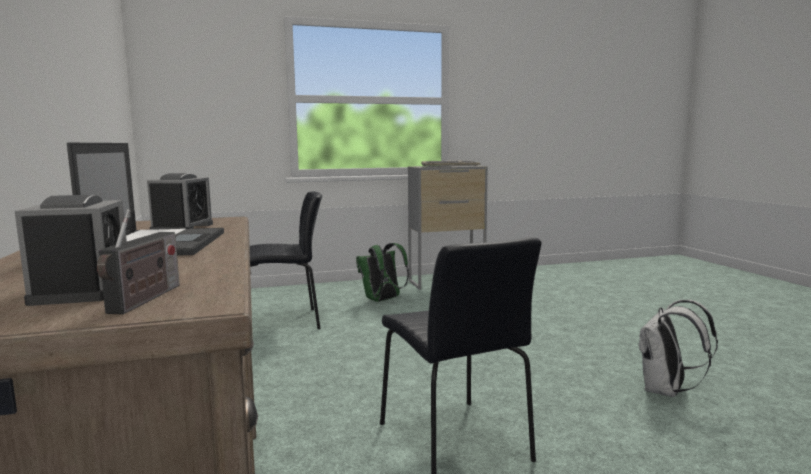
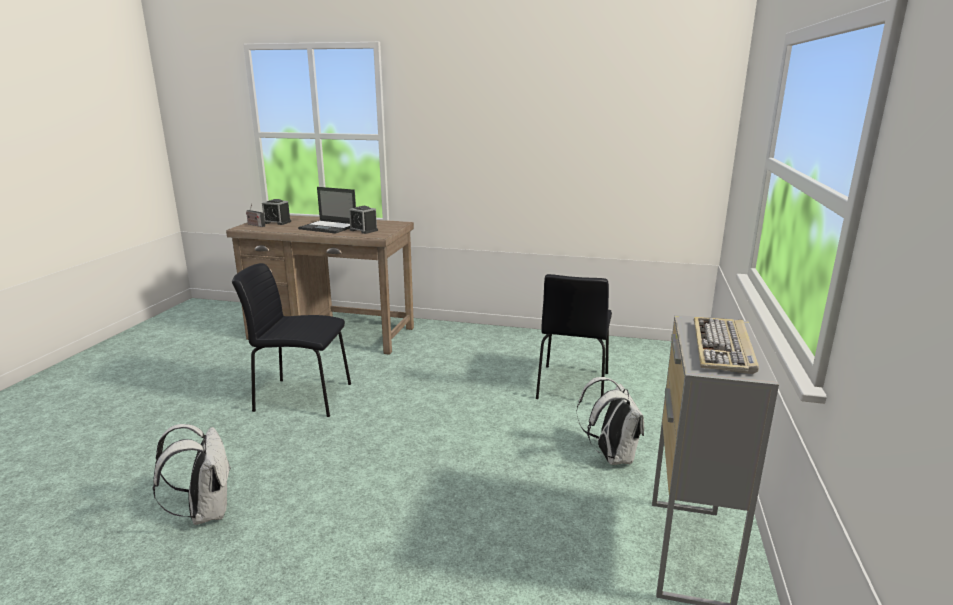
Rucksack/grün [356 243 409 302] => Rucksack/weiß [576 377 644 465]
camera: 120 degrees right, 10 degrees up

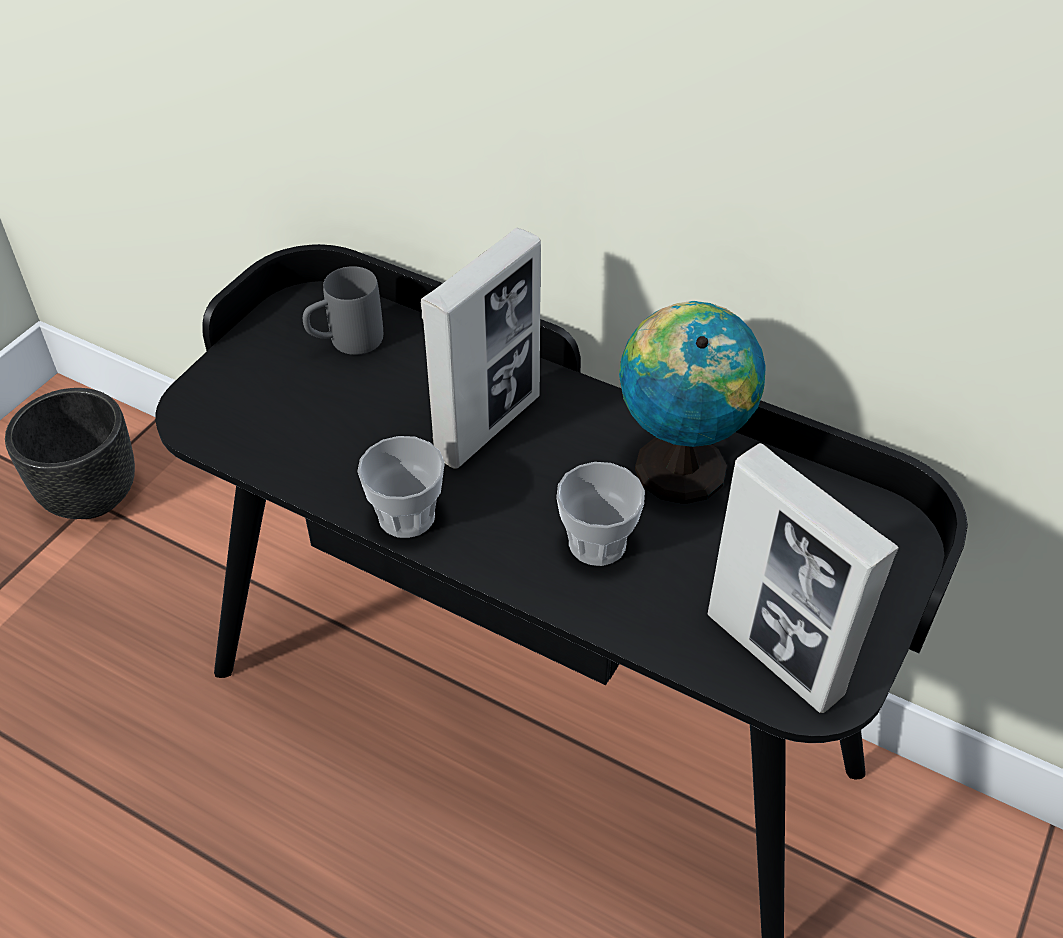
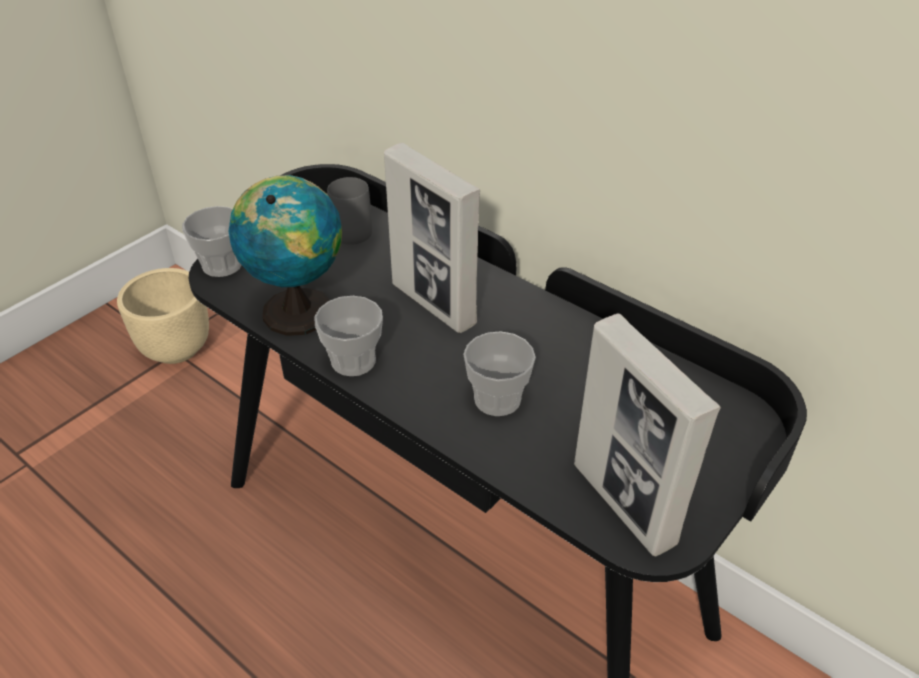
Pflanzkübel/schwarz [5 388 135 519] => Pflanzkübel/beige [117 268 209 364]
nothing => Tasse [182 206 242 277]
Globus [619 301 766 504] => Globus [229 175 342 336], moved
Bilderrahmen [421 227 541 469] => Bilderrahmen [384 143 480 333], 90 degrees clockwise
camera: 10 degrees right, 5 degrees down

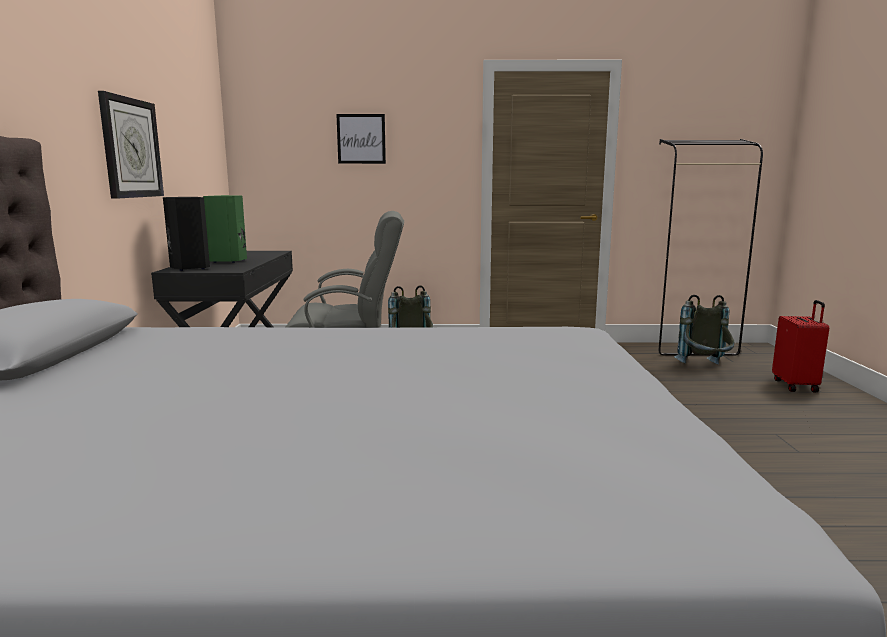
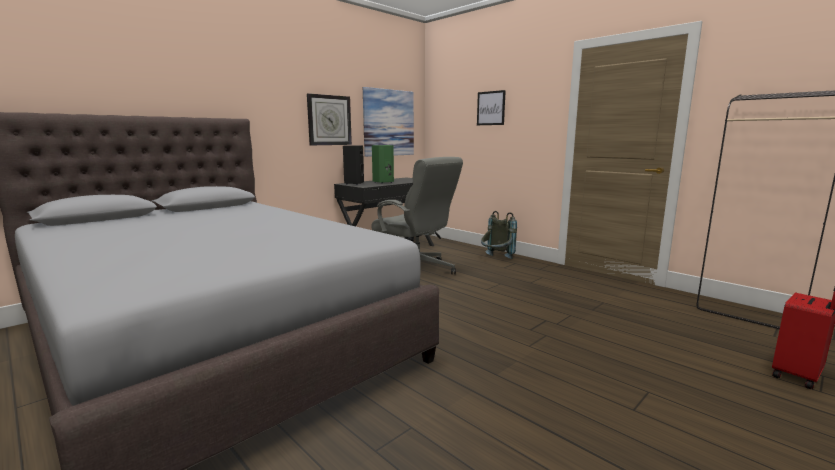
nothing => Bild [363 87 414 157]
Rucksack/grau [674 295 734 365] => nothing
camera: 45 degrees right, 0 degrees up

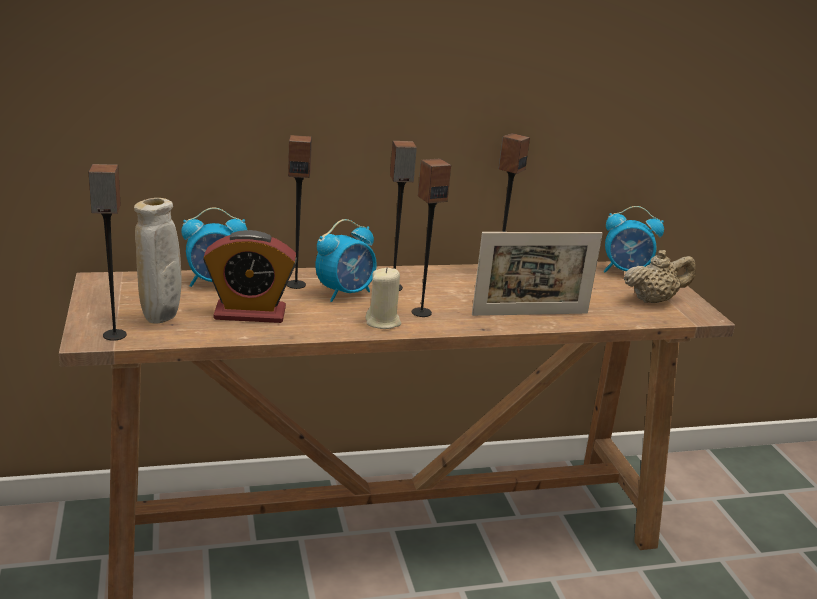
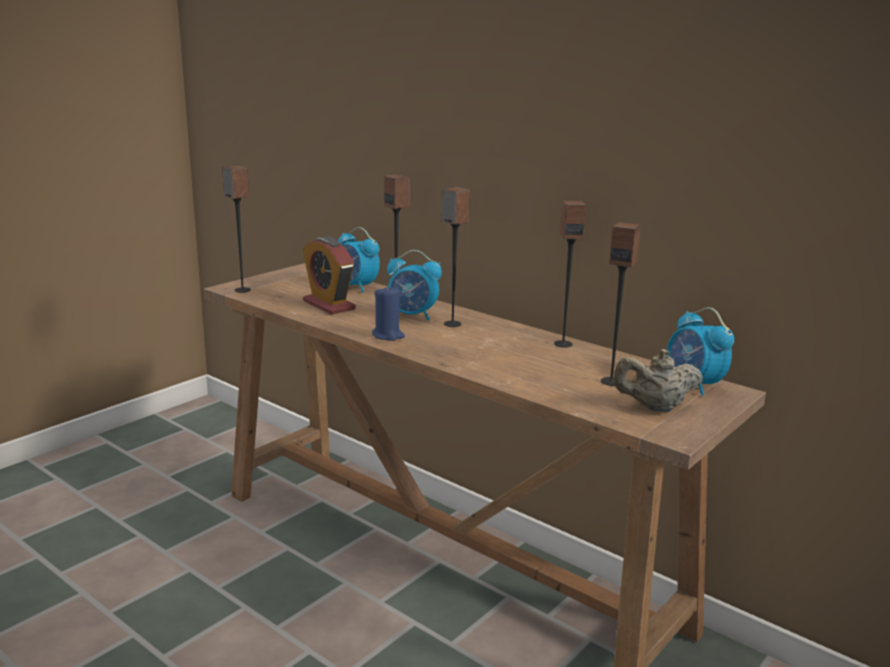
Kerze/beige [365 267 401 329] => Kerze/blau [372 285 405 341]
Lautsprecher [412 159 451 317] => Lautsprecher [601 222 641 386], moved
Teekanne/beige [624 250 696 303] => Teekanne/beige [613 349 703 412], 135 degrees clockwise
Vase/beige [134 198 182 323] => nothing
Bilderrahmen [472 232 603 316] => nothing
camera: 55 degrees right, 5 degrees down

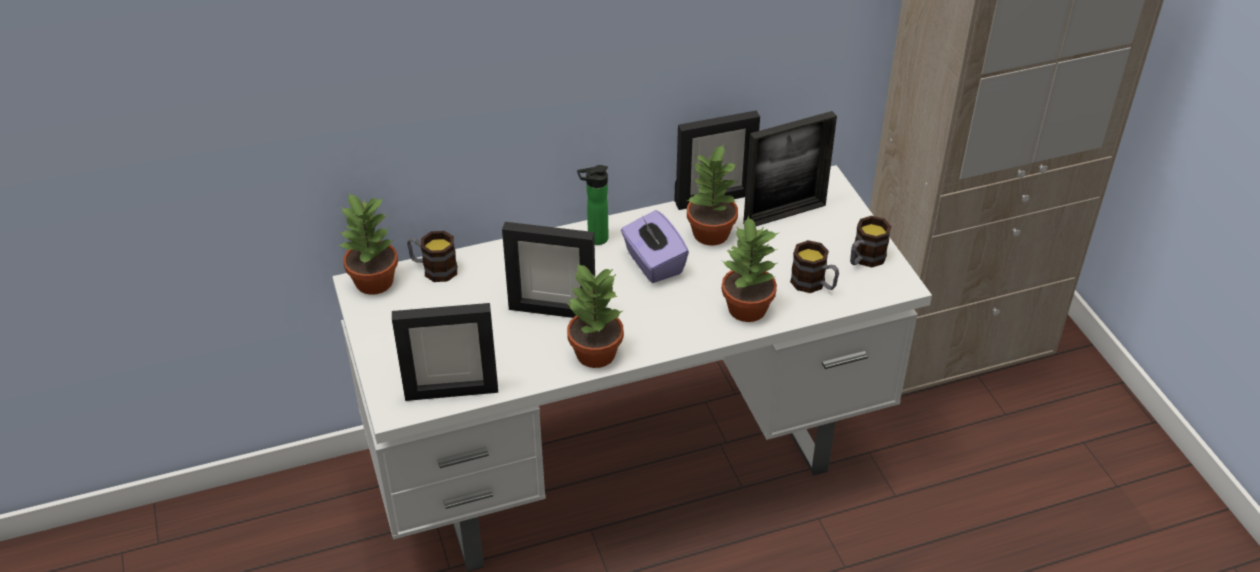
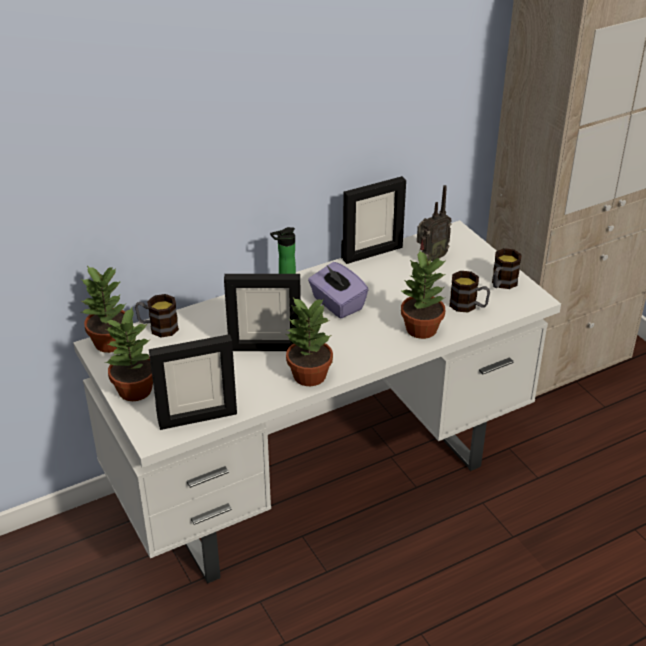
Topfpflanze [687 144 738 245] => Topfpflanze [105 308 153 401], moved
Bilderrahmen [743 111 837 226] => Radio [417 185 452 261]
camera: 10 degrees left, 5 degrees down

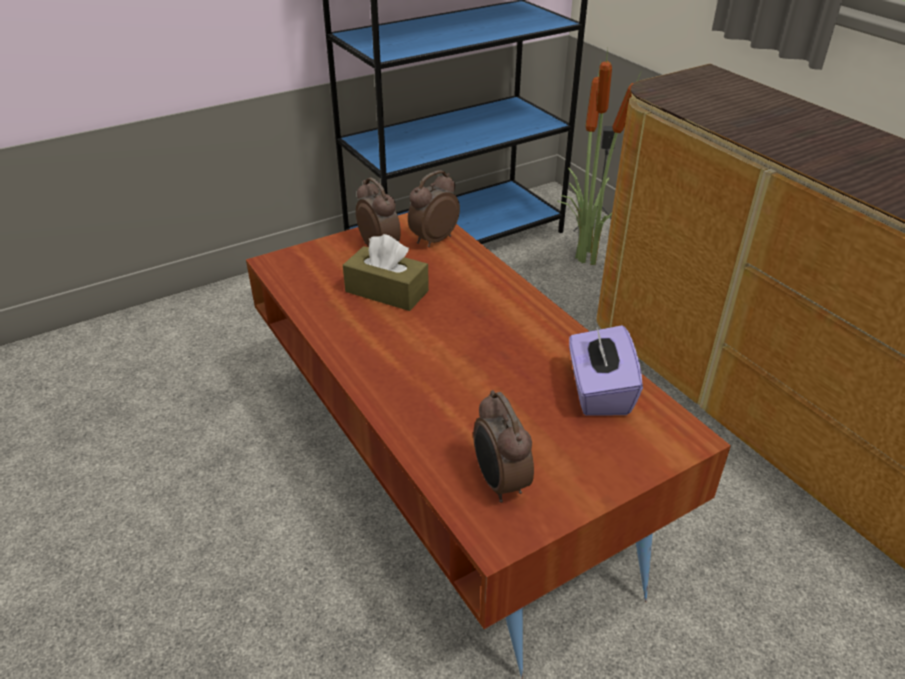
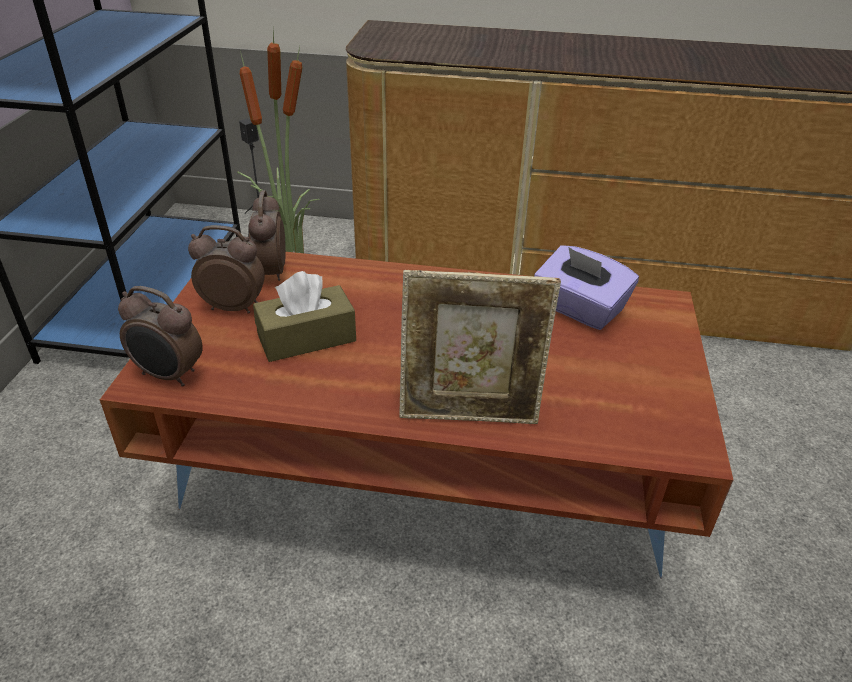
Wecker [473 390 534 503] => Wecker [118 286 203 387], moved
nothing => Bilderrahmen [400 270 561 424]
camera: 50 degrees left, 0 degrees up

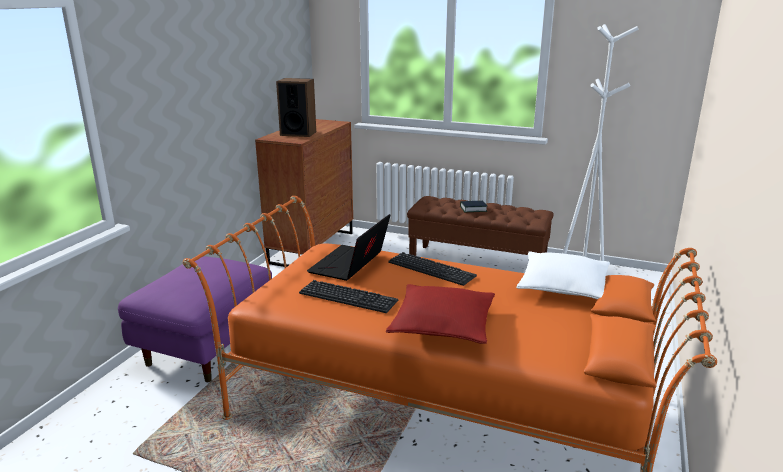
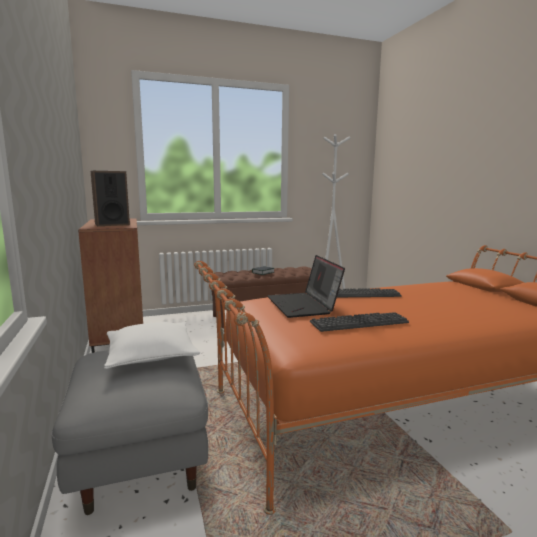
Polsterhocker/lila [118 256 272 382] => Polsterhocker/grau [52 350 208 515]
Kissen/weiß [516 252 610 300] => Kissen/weiß [104 322 200 369], moved
Kissen/rot [386 284 495 344] => nothing
camera: 40 degrees left, 10 degrees down

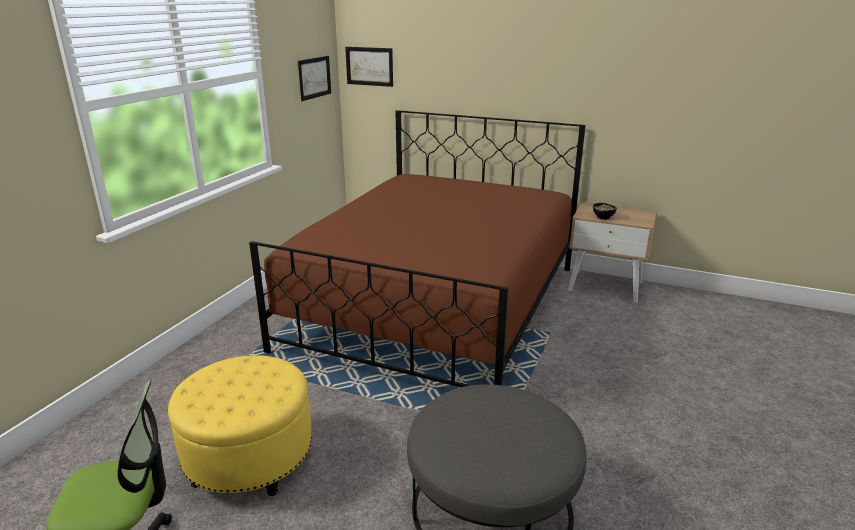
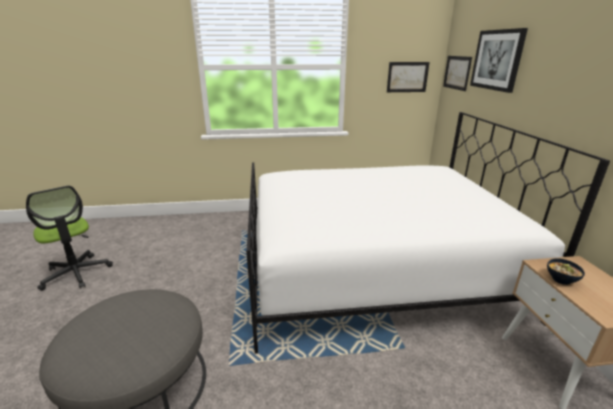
Bett/braun [249 110 586 387] => Bett/weiß [246 112 610 354]
nothing => Bild [470 28 528 93]
Polsterhocker/gelb [168 355 312 496] => nothing
camera: 60 degrees right, 0 degrees up

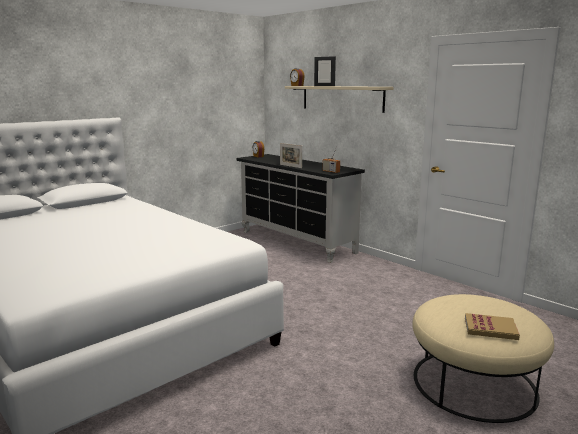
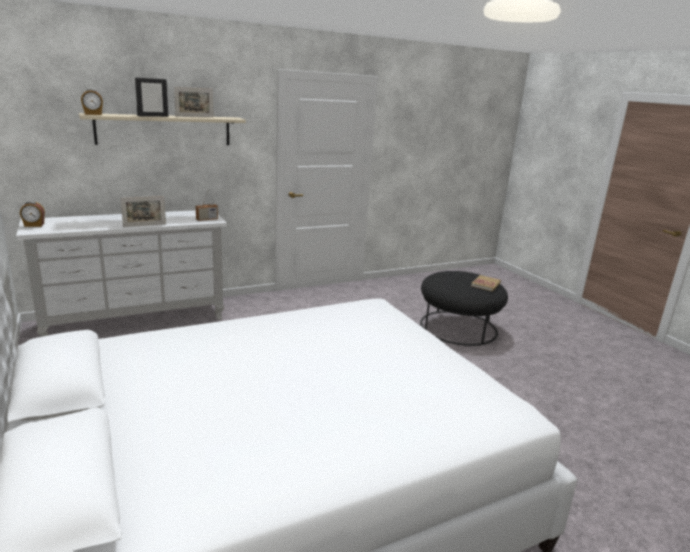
Kommode/schwarz [236 154 365 263] => Kommode/weiß [16 210 227 337]
nothing => Bilderrahmen [174 87 213 117]
Polsterhocker/beige [412 294 554 423] => Polsterhocker/schwarz [420 271 508 346]
camera: 75 degrees left, 5 degrees up

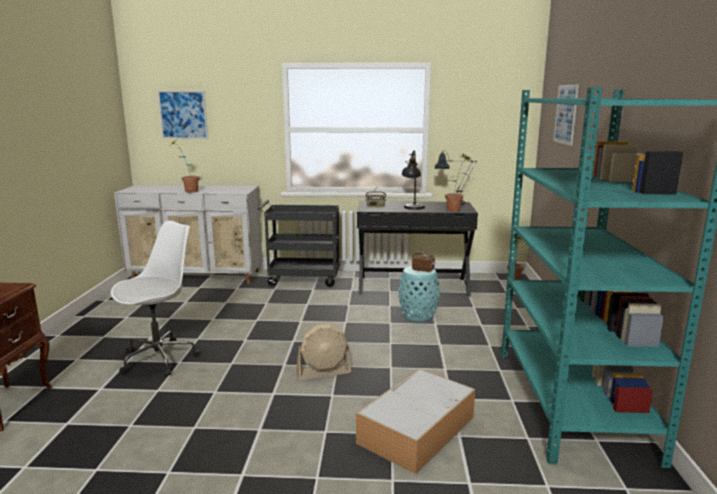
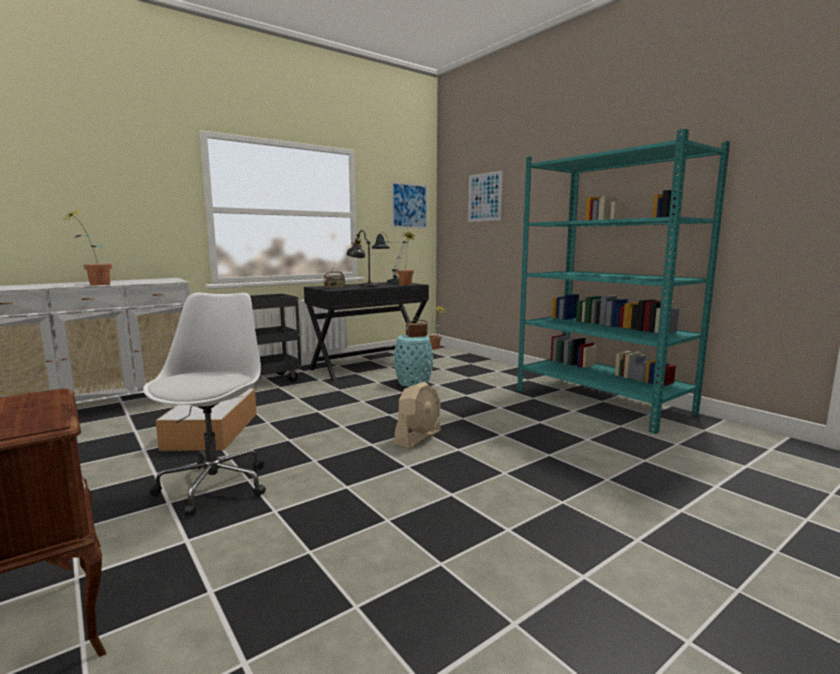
Aufbewahrungsbox [356 368 475 474] => Aufbewahrungsbox [156 389 257 451], moved
Bild [158 91 208 139] => Bild [392 182 427 228], moved
camera: 40 degrees left, 5 degrees down

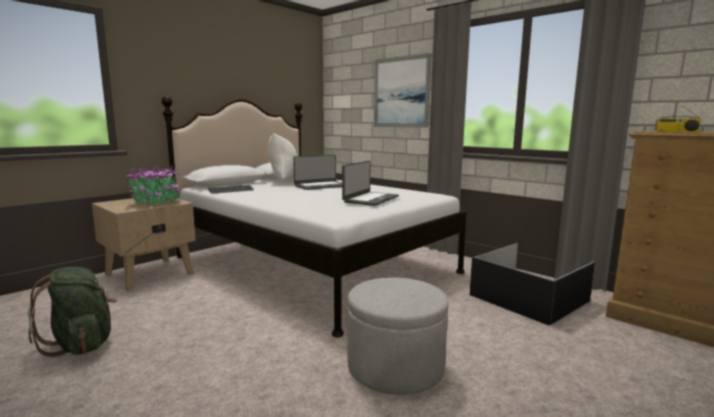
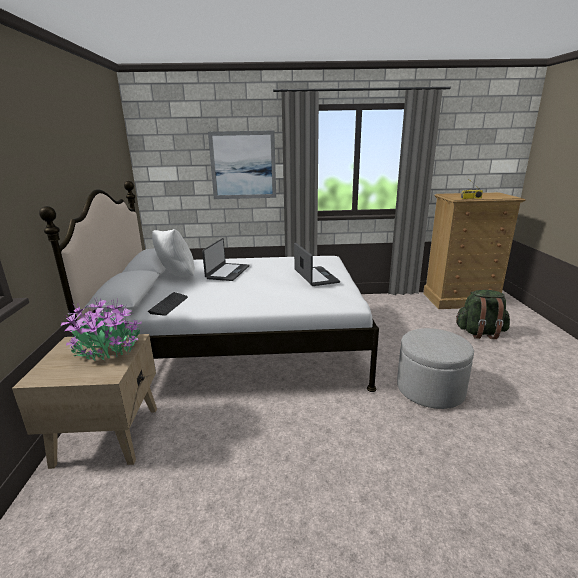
Rucksack/grün [28 267 117 357] => Rucksack/grün [456 290 510 339], moved
Aufbewahrungsbox/schwarz [470 243 595 326] => nothing
camera: 45 degrees left, 10 degrees up

